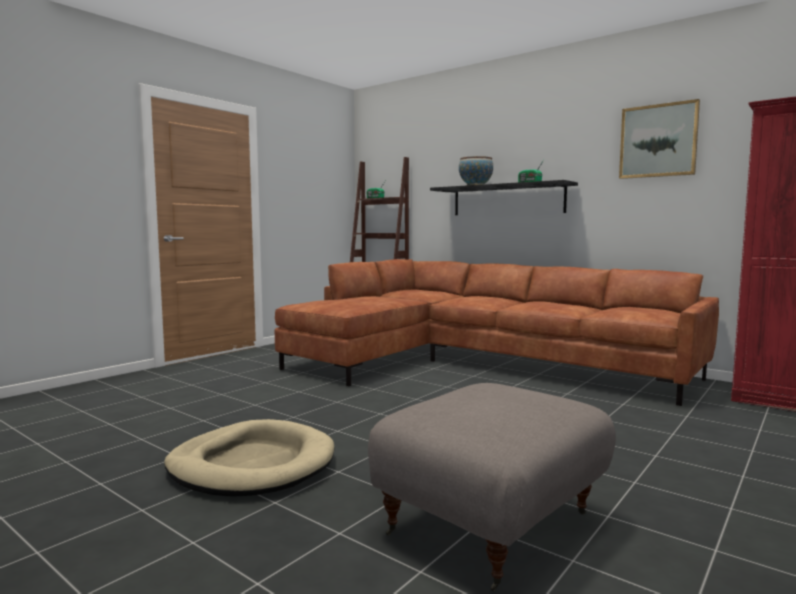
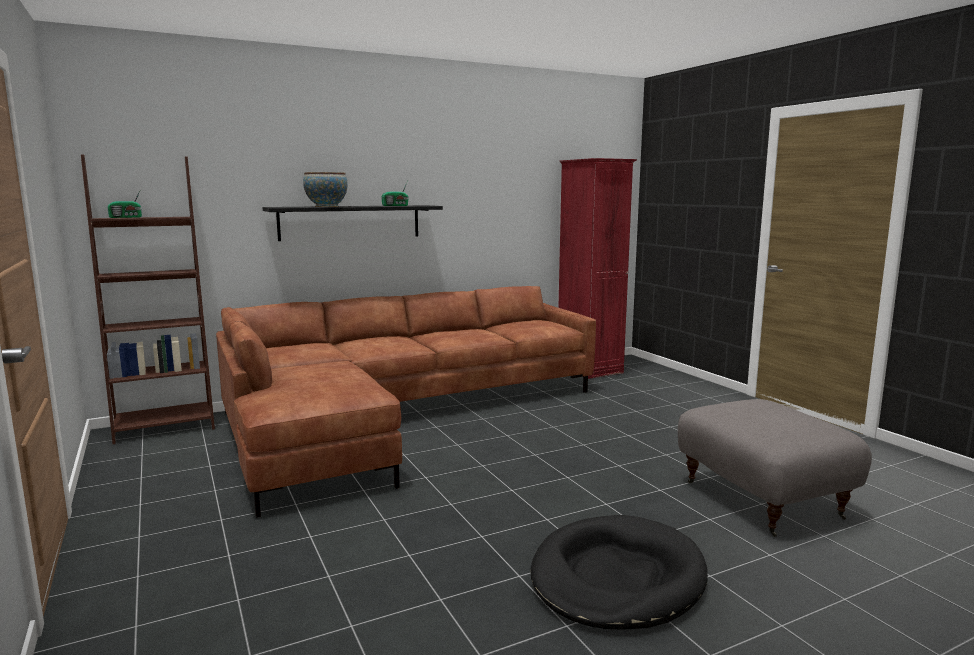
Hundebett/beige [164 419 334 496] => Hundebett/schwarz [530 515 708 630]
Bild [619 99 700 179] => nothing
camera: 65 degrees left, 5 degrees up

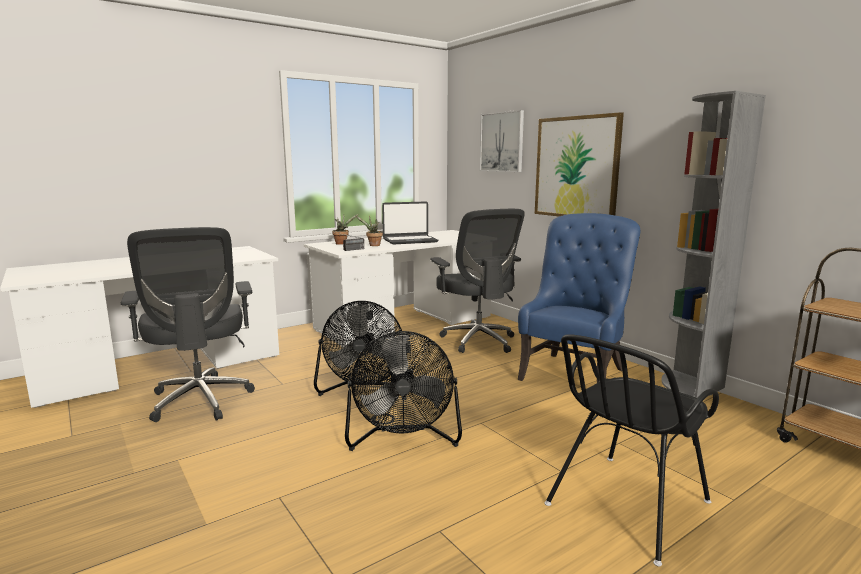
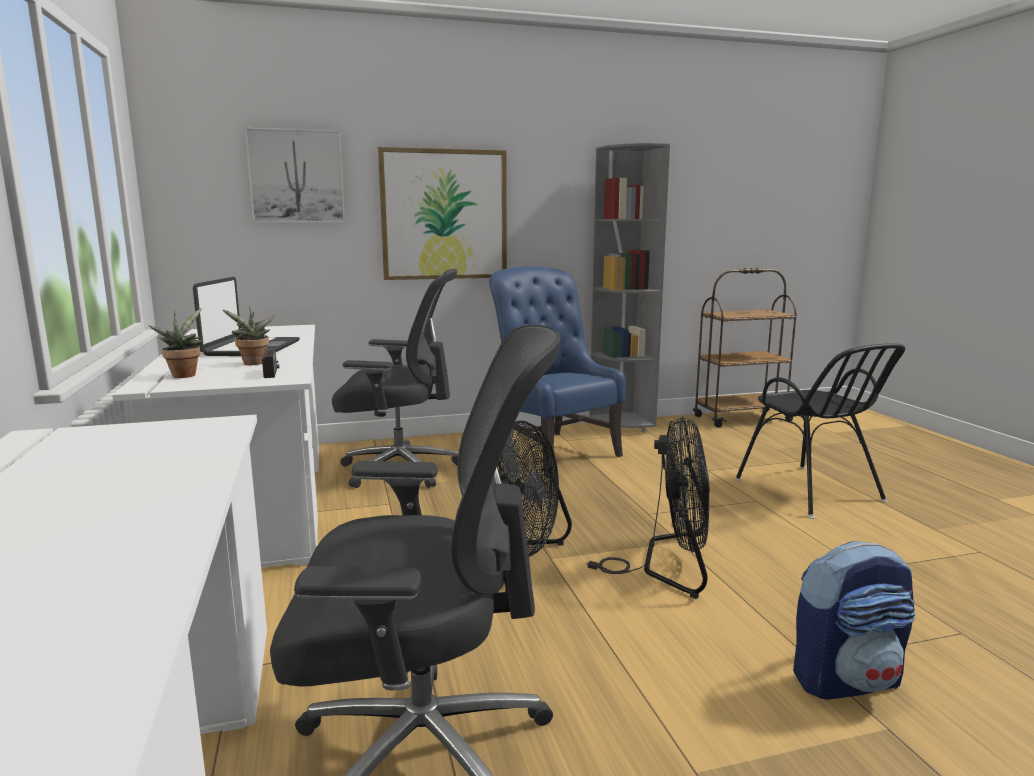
nothing => Rucksack [793 541 916 699]
camera: 70 degrees left, 0 degrees up

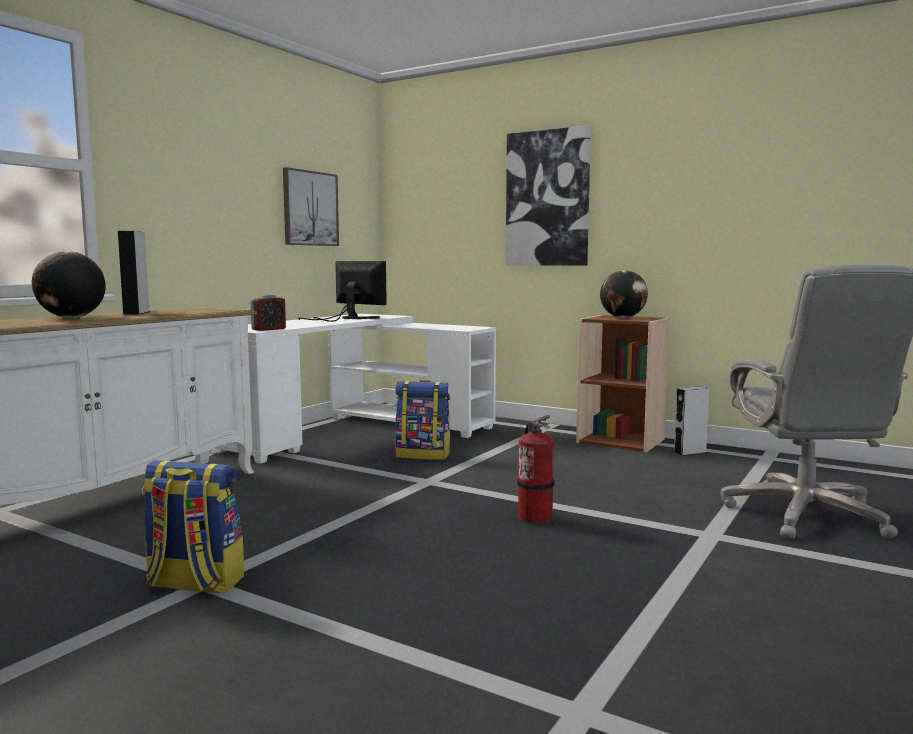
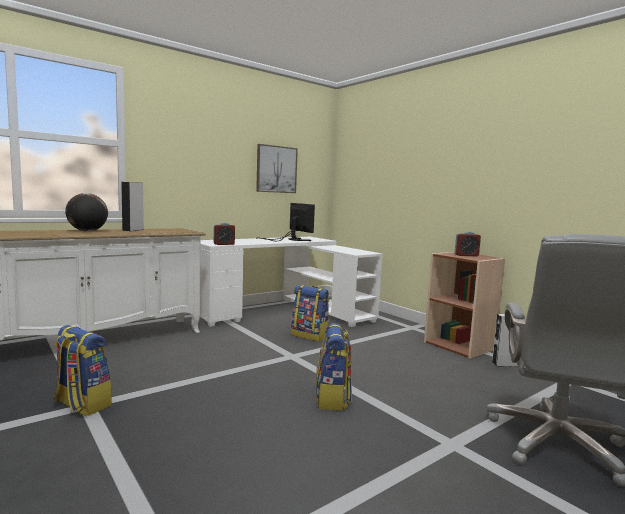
Feuerlöscher [517 415 555 524] => Rucksack [316 323 352 410]
Globus [600 270 648 318] => Wecker [455 232 481 256]
Bild [506 125 591 266] => nothing
camera: 20 degrees right, 0 degrees up

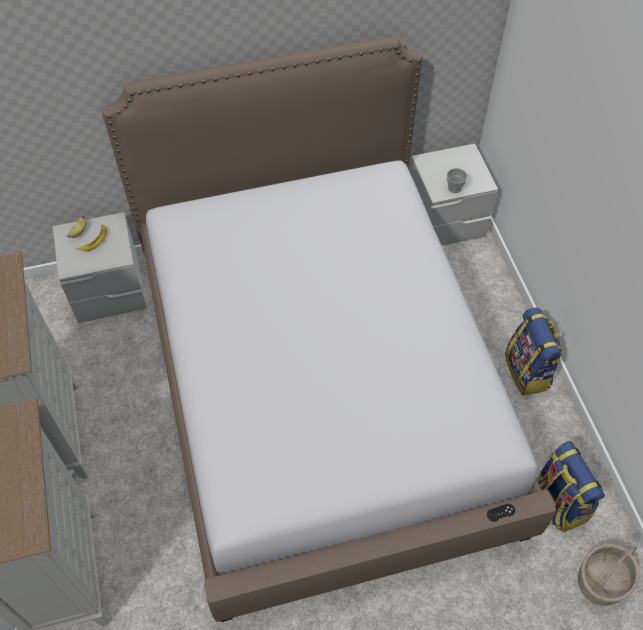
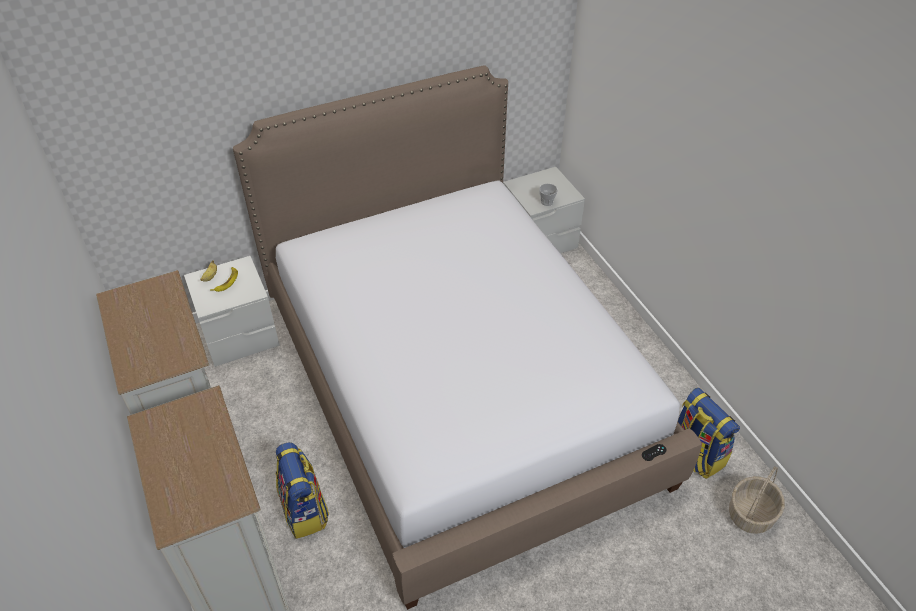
Rucksack [505 308 562 395] => Rucksack [276 442 329 539], moved
camera: 10 degrees left, 10 degrees down

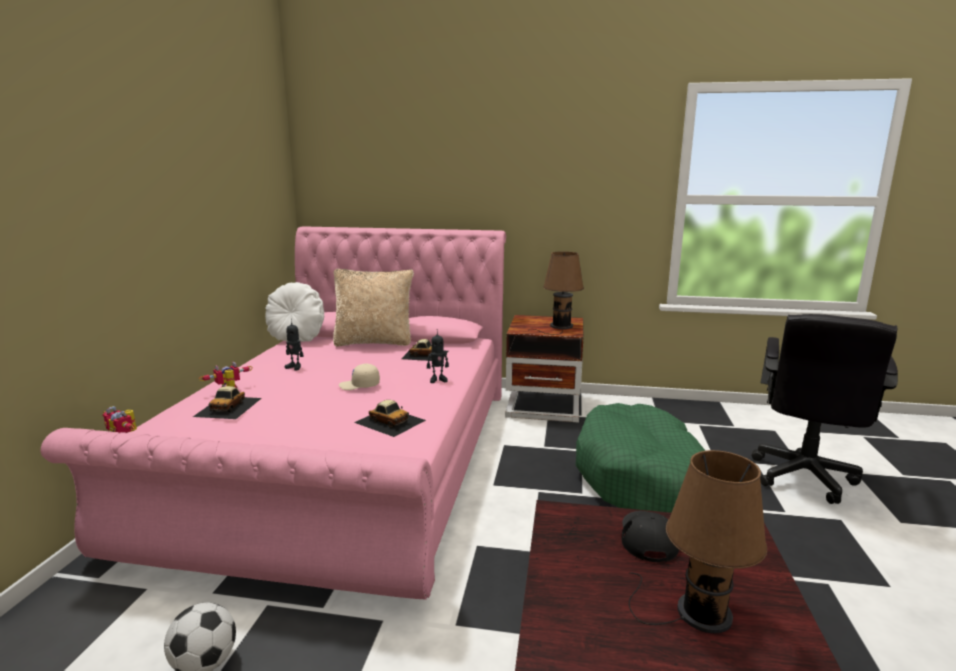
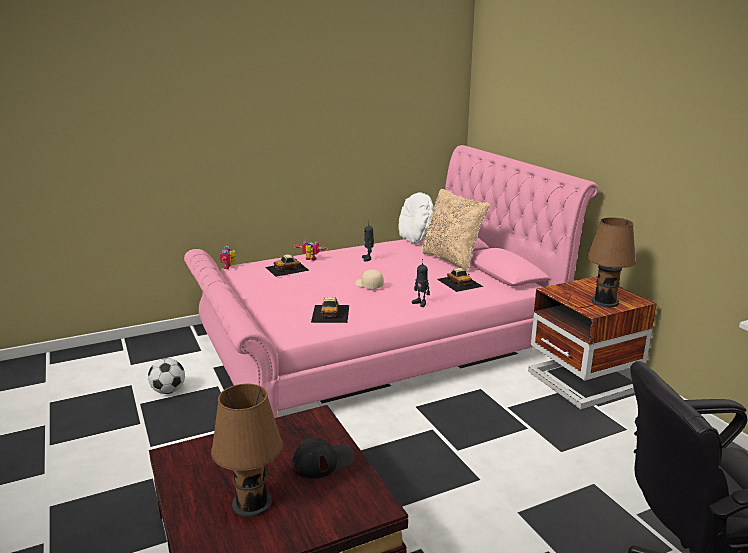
Hundebett/grün [575 403 706 513] => nothing
camera: 55 degrees right, 5 degrees up

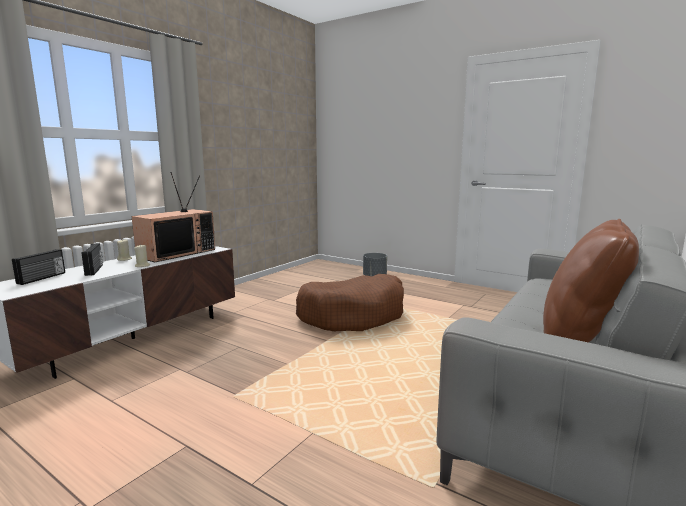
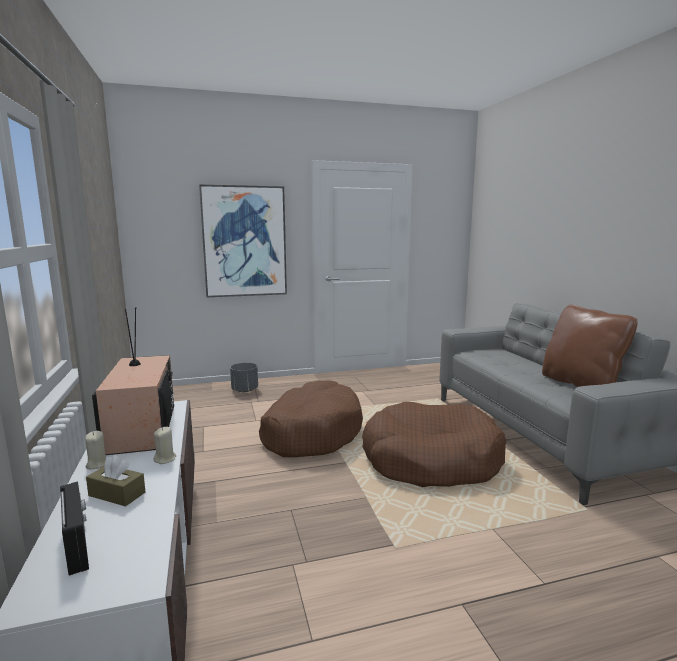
Radio [82 243 103 276] => Taschentuchbox/braun [86 455 145 506]
nothing => Bild [199 184 287 297]
nothing => Hundebett/braun [362 402 506 487]
camera: 50 degrees left, 0 degrees up

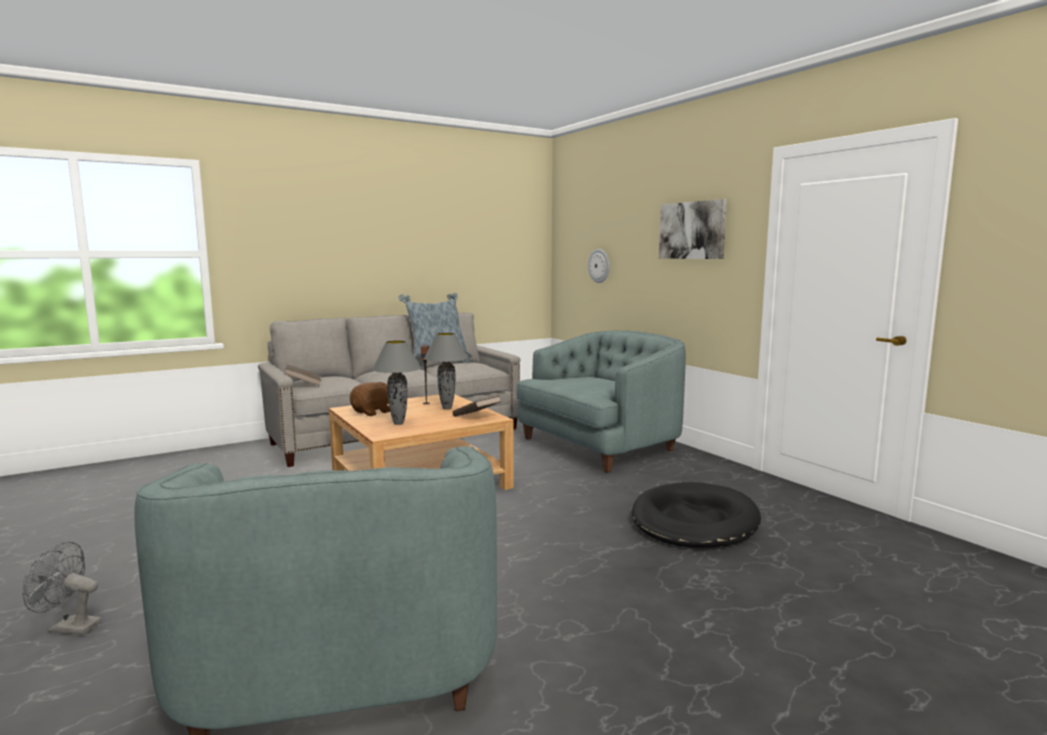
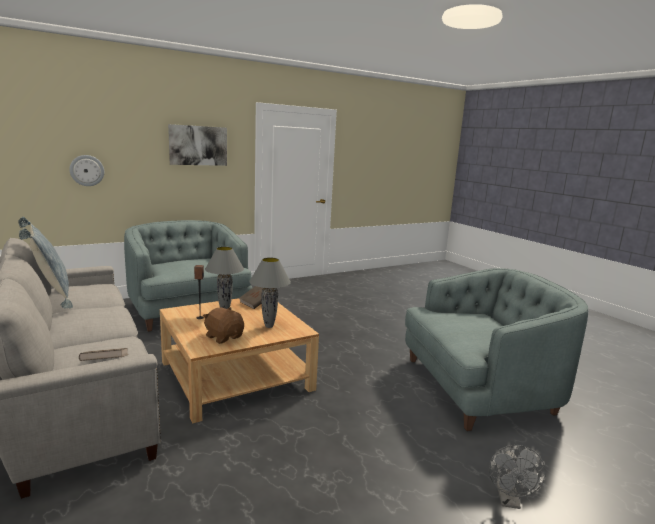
Hundebett/schwarz [632 482 761 547] => nothing
camera: 90 degrees left, 5 degrees up

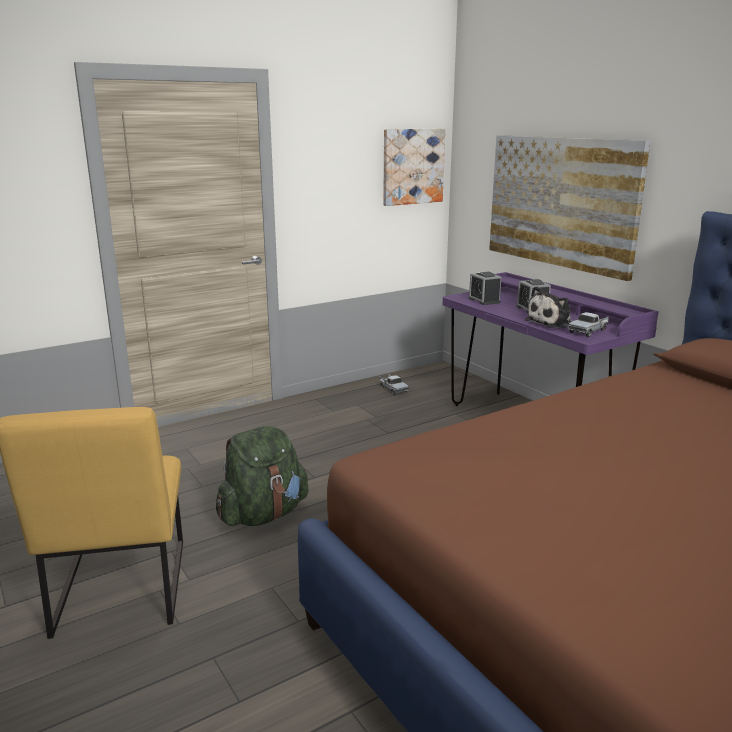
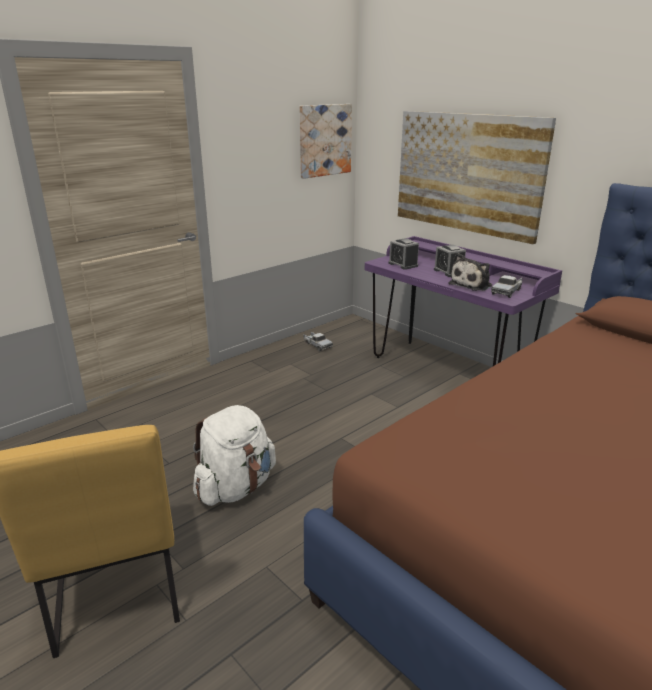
Rucksack/grün [216 426 309 526] => Rucksack/weiß [193 405 276 506]
camera: 10 degrees left, 5 degrees up

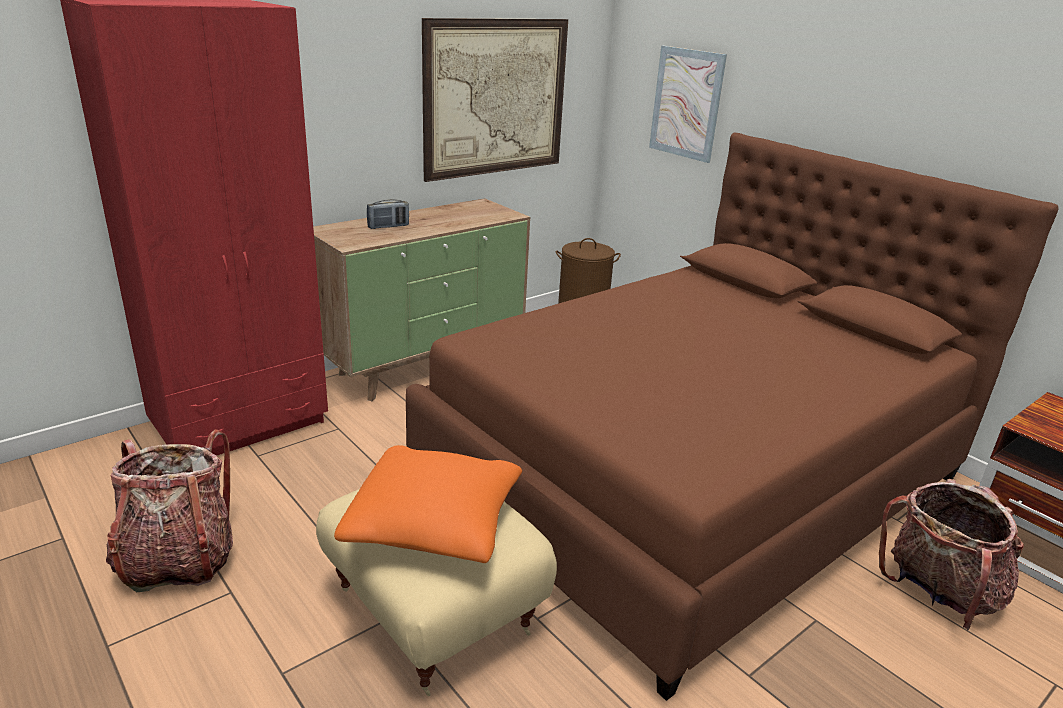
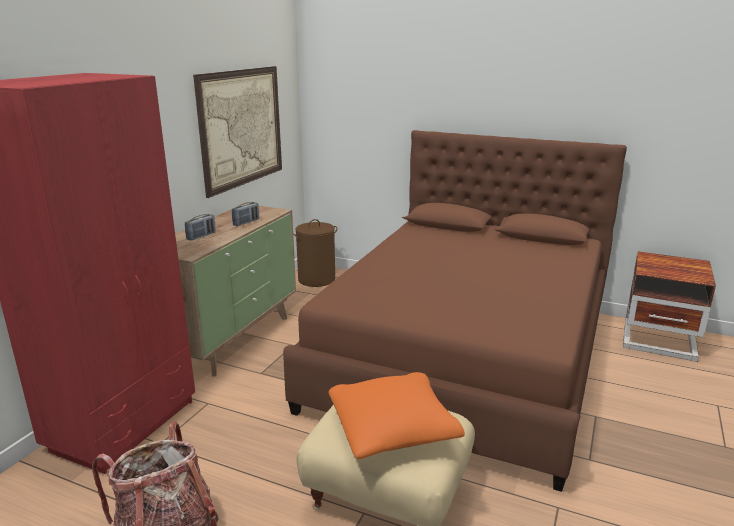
nothing => Radio [232 202 259 226]
Bild [649 46 727 163] => nothing
Rucksack [879 479 1024 631] => nothing
camera: 25 degrees left, 5 degrees down

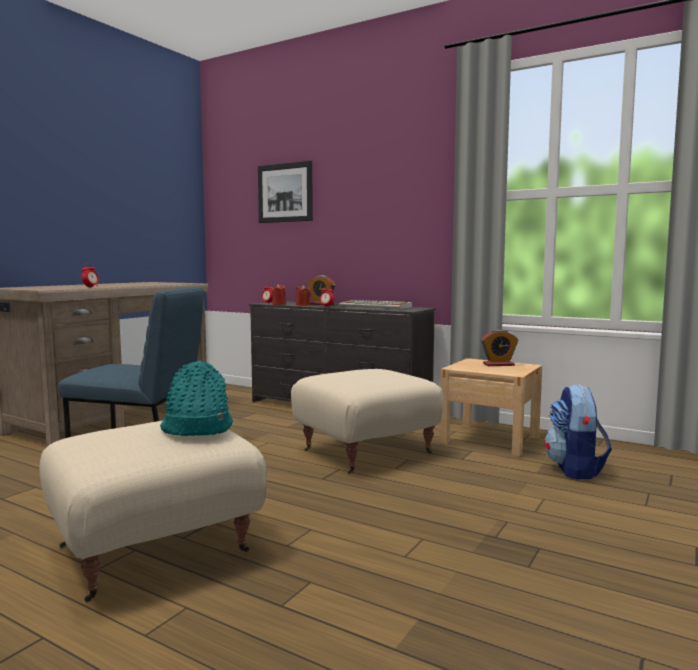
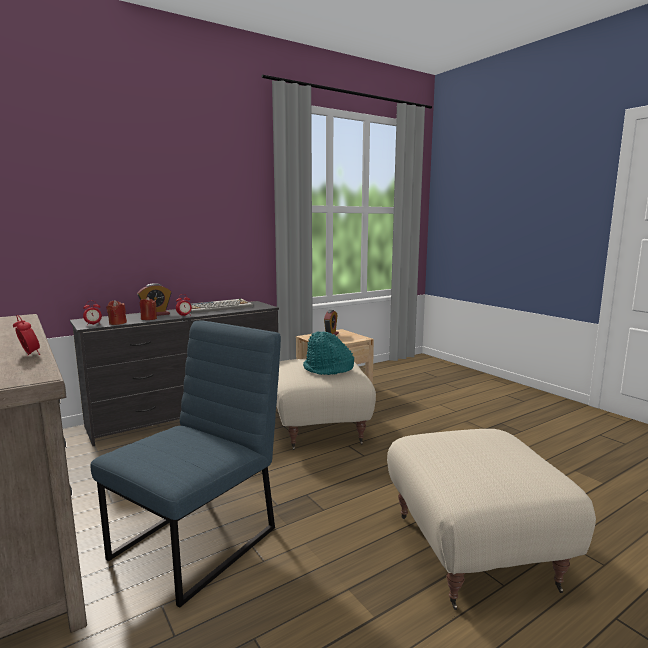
Hut/türkis [160 361 233 436] => Hut/türkis [303 332 354 375], moved
Bild [258 161 313 223] => nothing
Rucksack [544 384 612 480] => nothing
camera: 65 degrees left, 5 degrees up

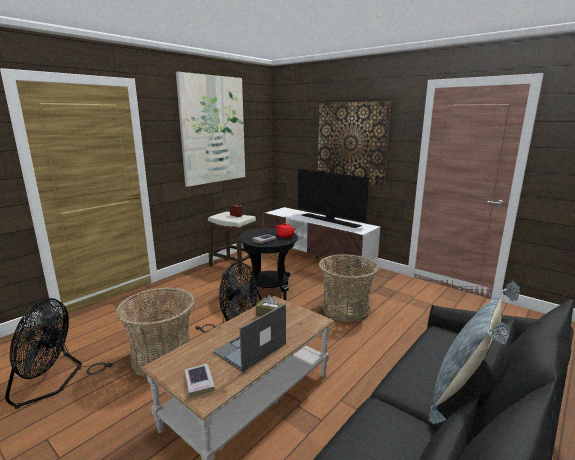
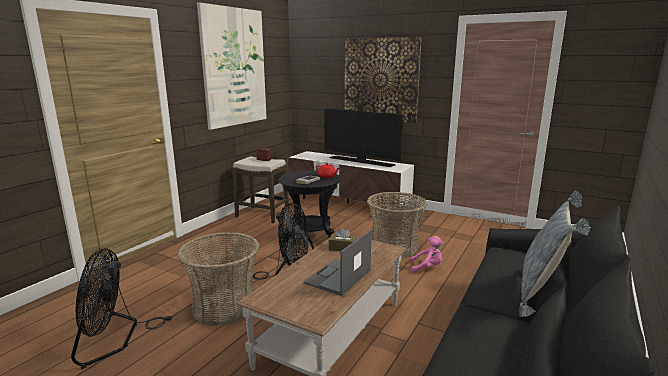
nothing => Plüschtier/rosa [410 236 444 273]
Buch [185 363 215 398] => nothing
camera: 10 degrees left, 0 degrees up

